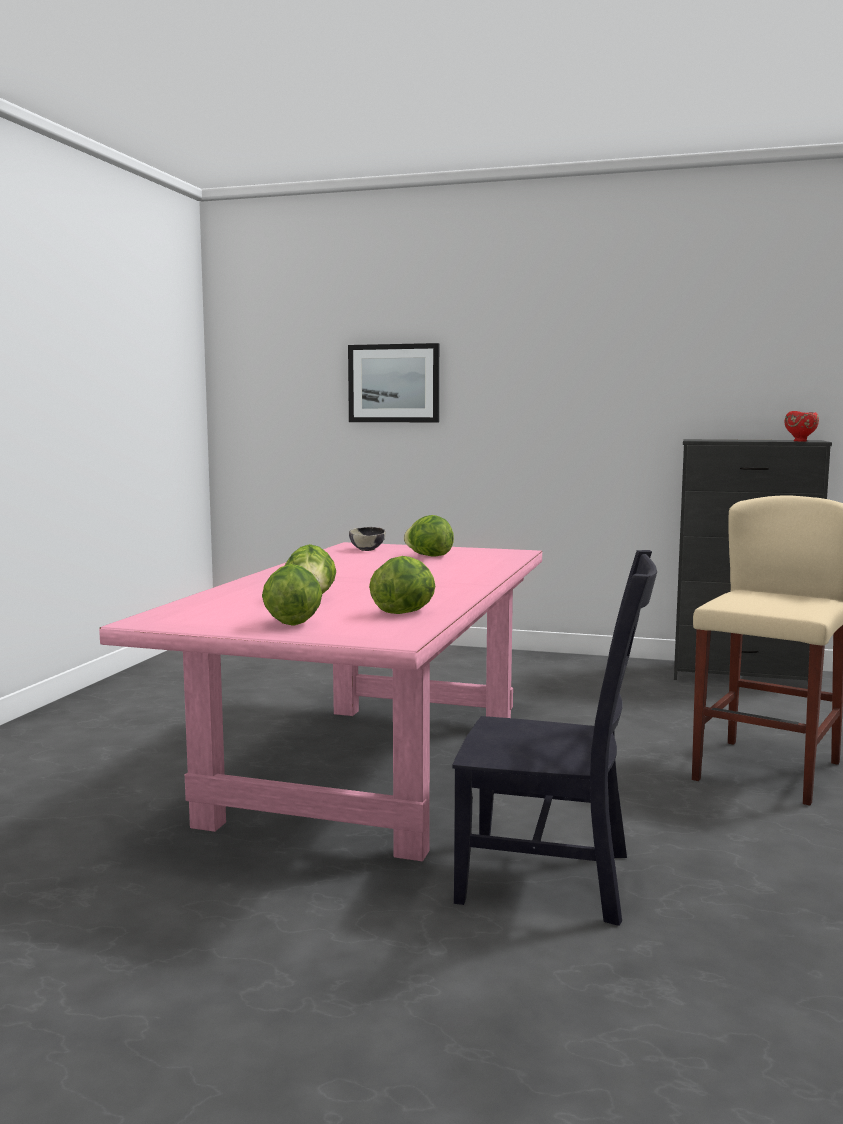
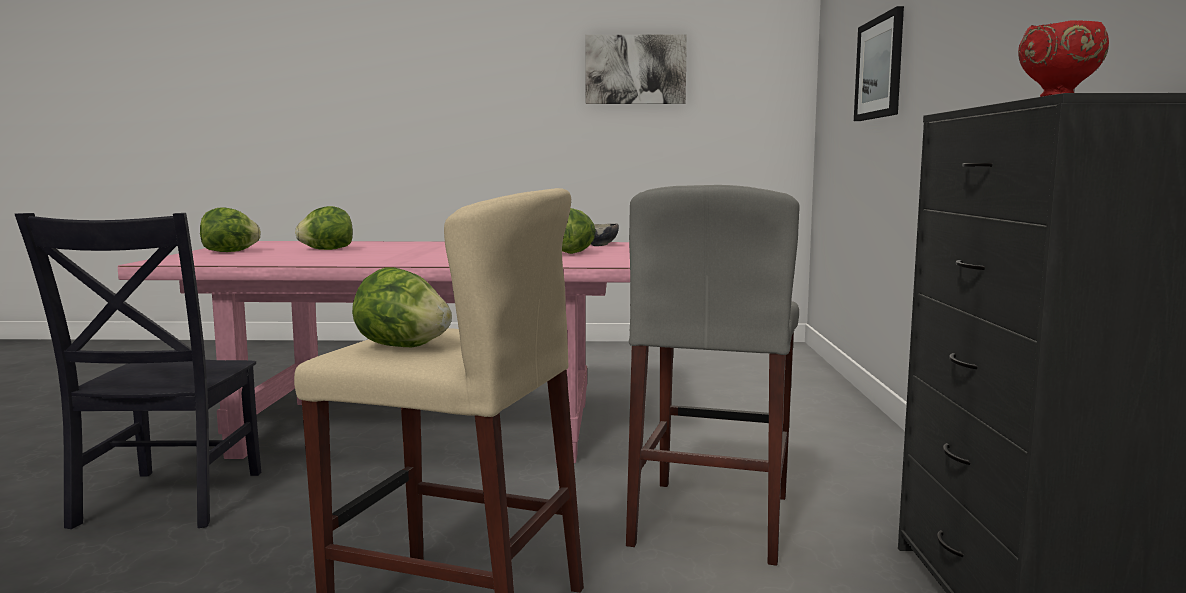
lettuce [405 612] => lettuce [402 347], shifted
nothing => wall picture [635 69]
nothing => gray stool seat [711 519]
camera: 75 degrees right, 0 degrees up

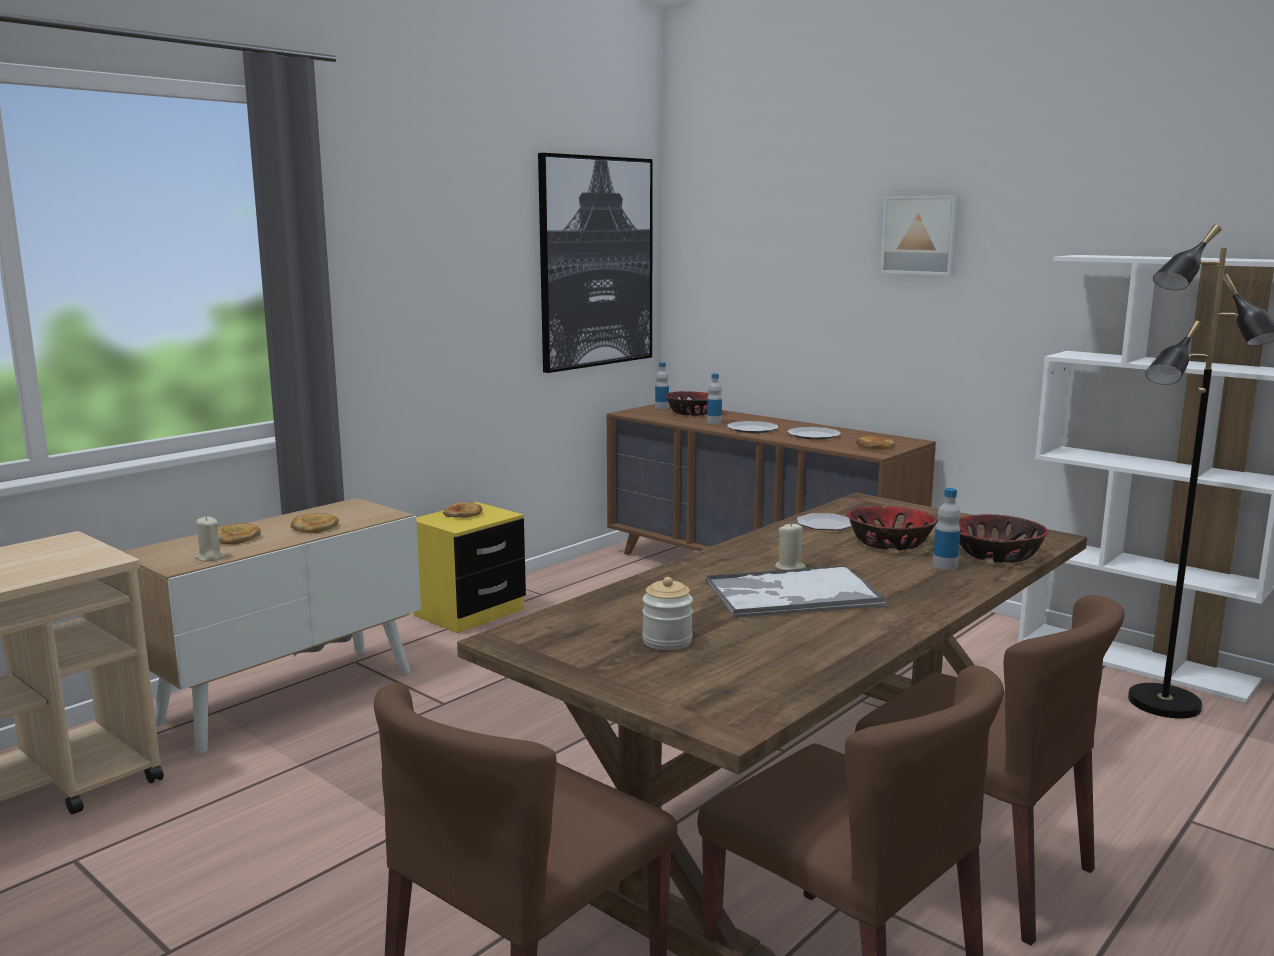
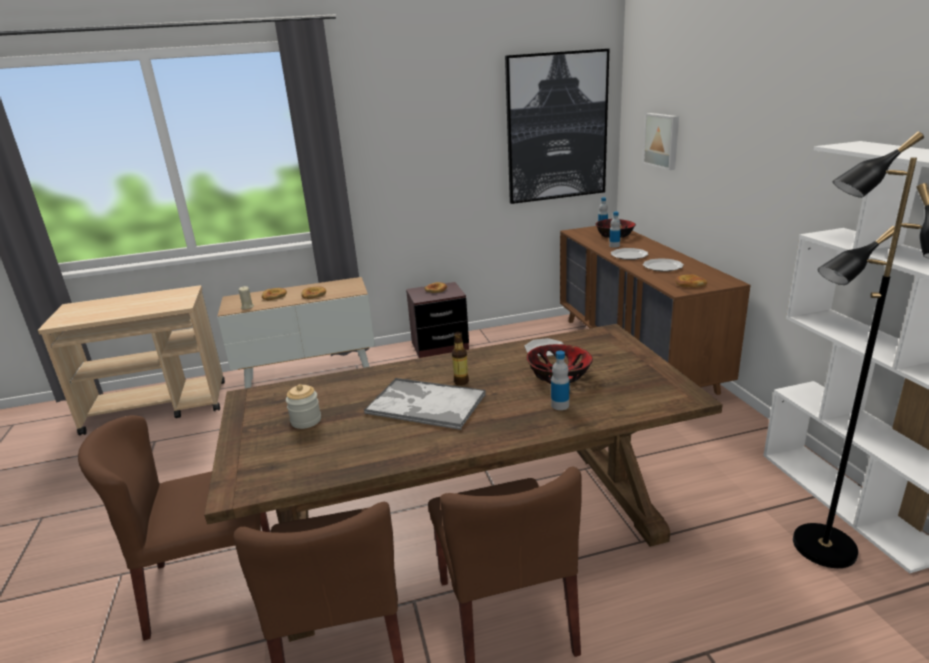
wall picture [920 235] => wall picture [662 140], shifted
yellow bedside table [470 613] => brown-coloured bedside table [440 346]
serving bowl [996 555] => nothing
beige-coloured candle [790 567] => bottle [461 381]
camera: 35 degrees right, 10 degrees up

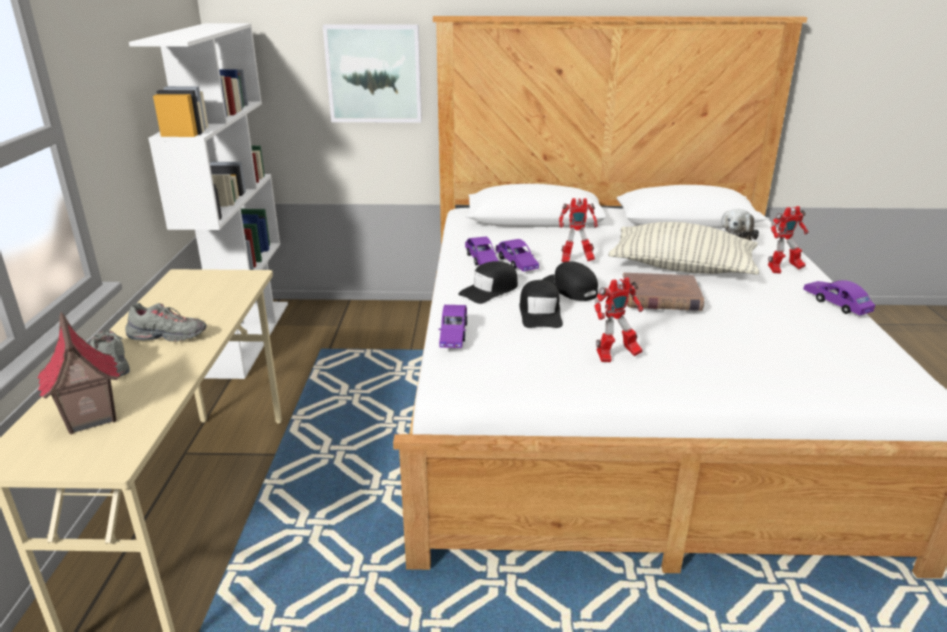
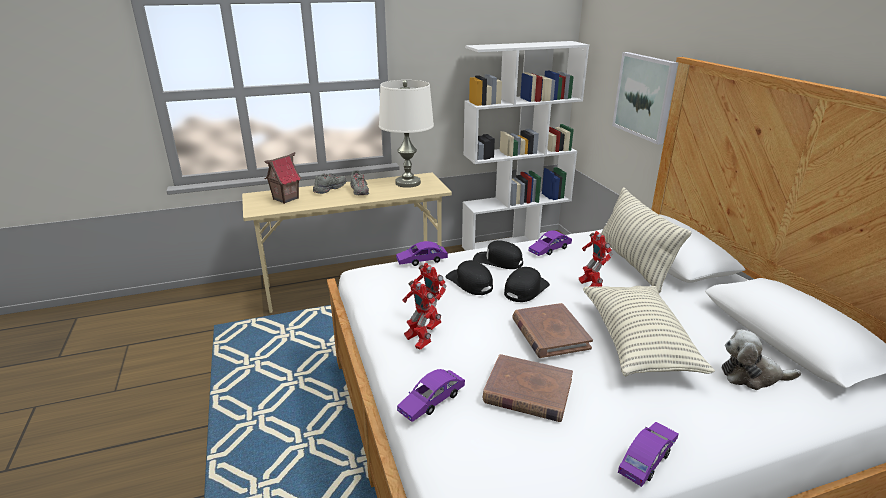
robot figure [782 270] => robot figure [417 341], shifted
purple miniature car [516 263] => purple miniature car [432 401], shifted
black-coloured baseball cap [540 313] => black-coloured baseball cap [469 283], 75 degrees clockwise
nothing => white tabletop lamp [408 183]
nothing => pillow [633 263]
nothing => brown-coloured book [527 391]
camera: 70 degrees right, 0 degrees up

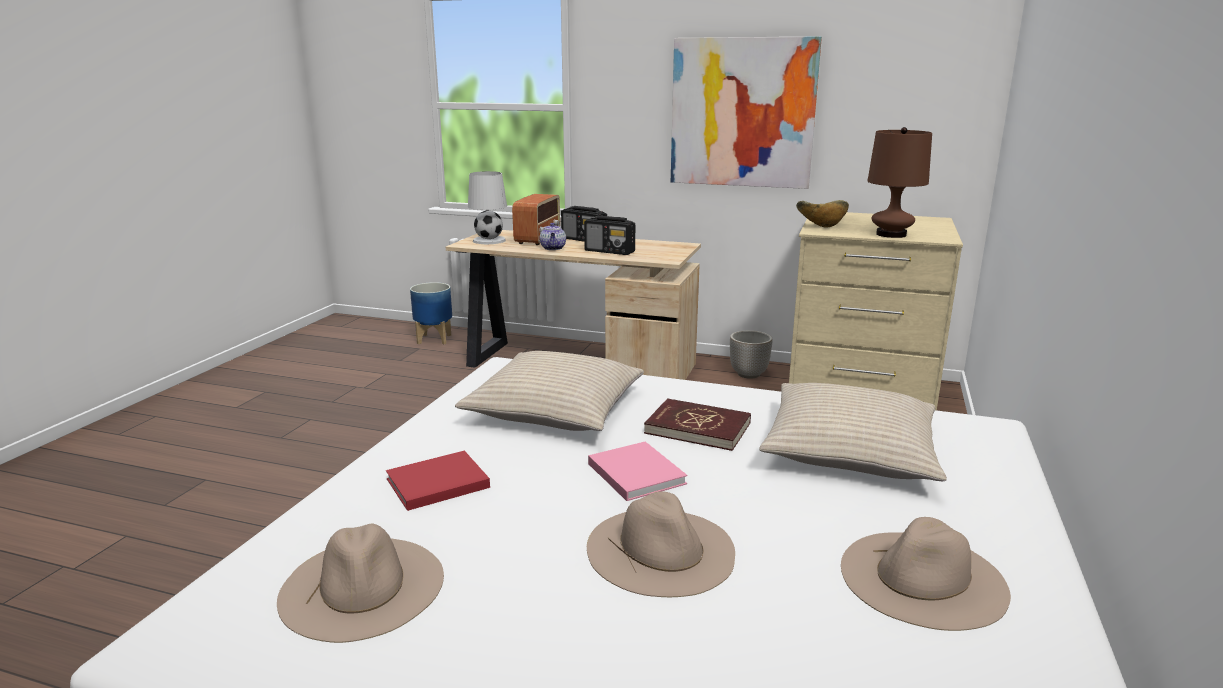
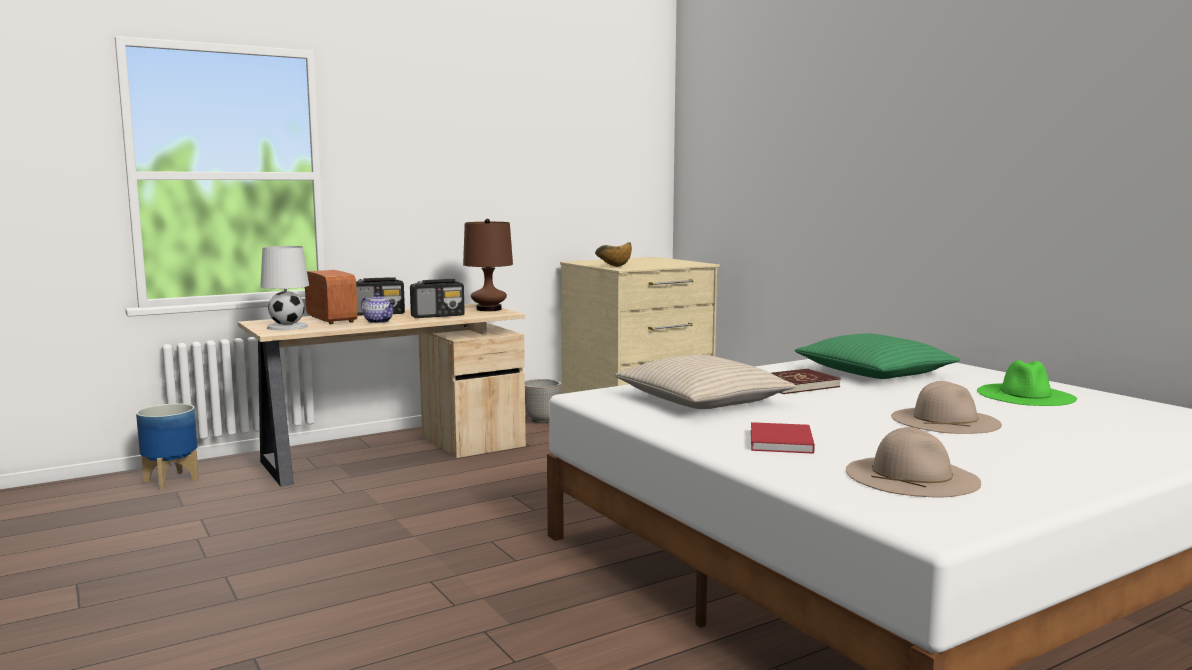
wall picture [742 113] => nothing
brown-coloured tabletop lamp [891 234] => brown-coloured tabletop lamp [489 309], shifted
beige-coloured pillow [850 450] => green pillow [874 372]
pinkish book [635 472] => nothing
beige-coloured wearable hat [923 578] => green wearable hat [1026 395]
camera: 50 degrees left, 10 degrees down

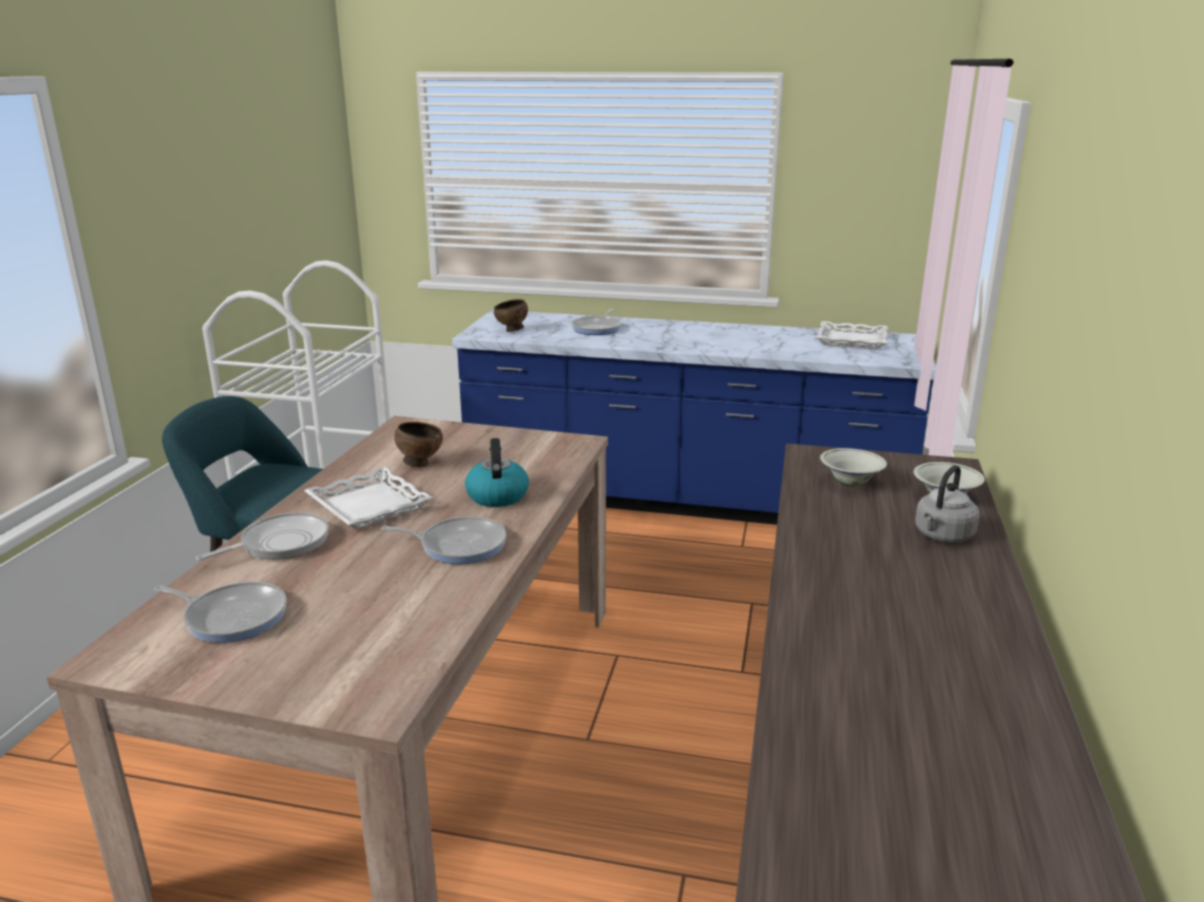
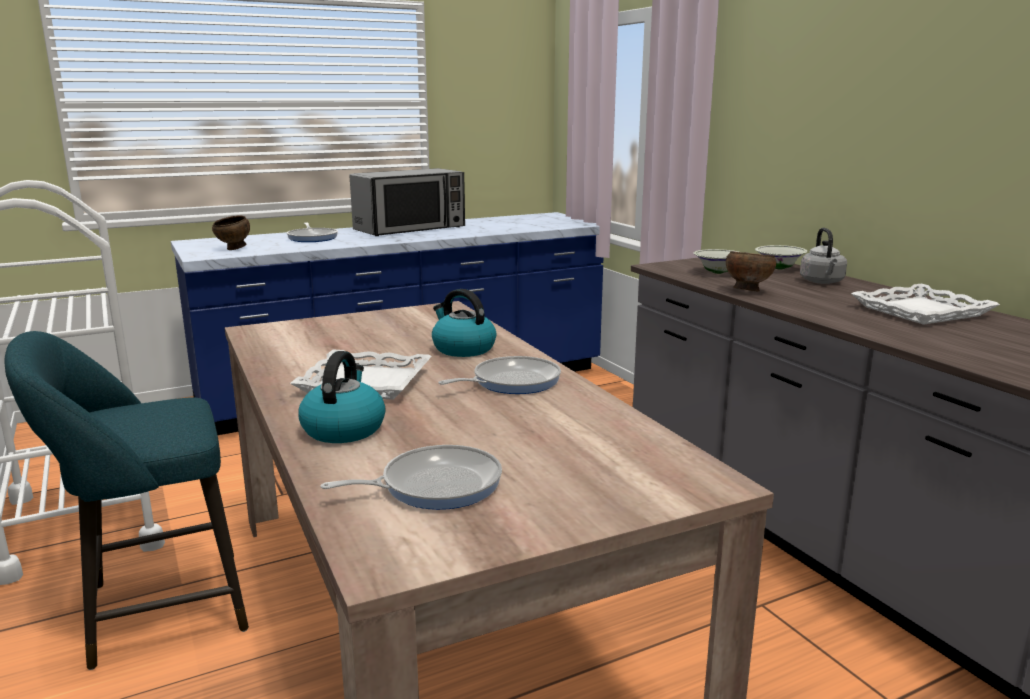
white serving tray [852 340] => white serving tray [920 311], shifted
brown-coloured serving bowl [420 464] => brown-coloured serving bowl [746 291], shifted
frying pan [280 544] => kettle [343 429]
nothing => microwave [410 229]
camera: 40 degrees left, 5 degrees down

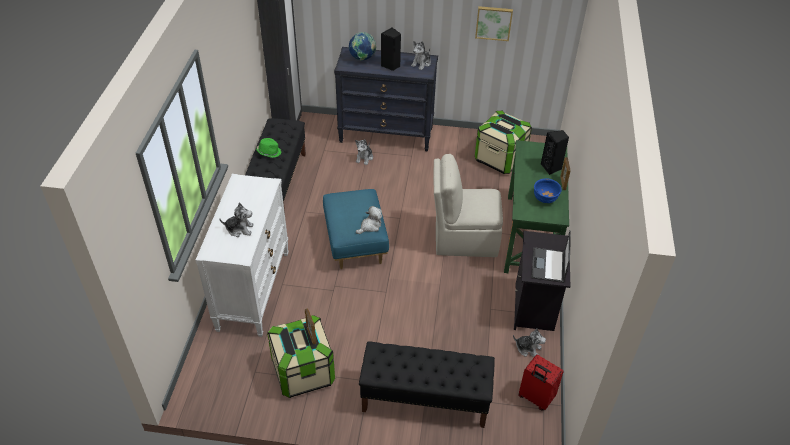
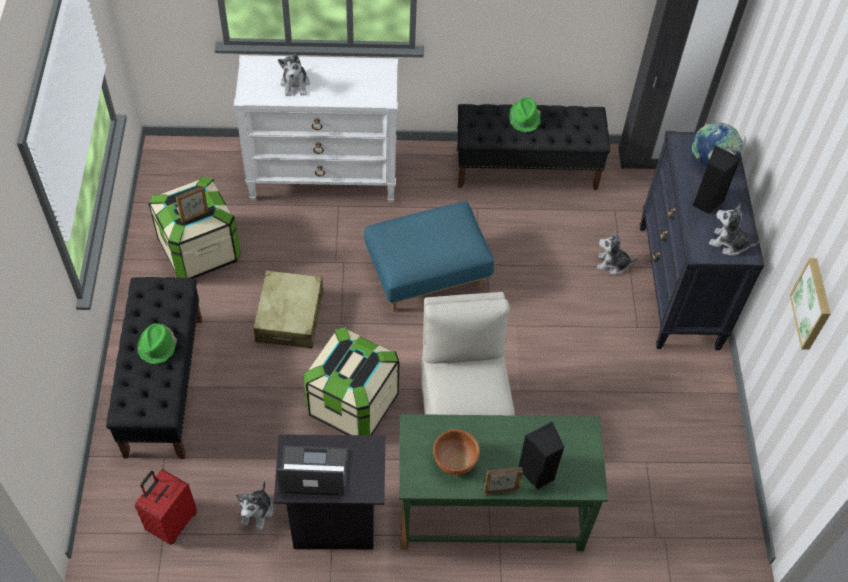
storage bin [500 159] => storage bin [352 403], shifted
bluish serving bowl [545 199] => brown-coloured serving bowl [454 461]
cuddly toy [370 226] => nothing
nothing => beige-coloured suitcase [290 316]
nothing => green wearable hat [158 346]
camera: 80 degrees right, 10 degrees up

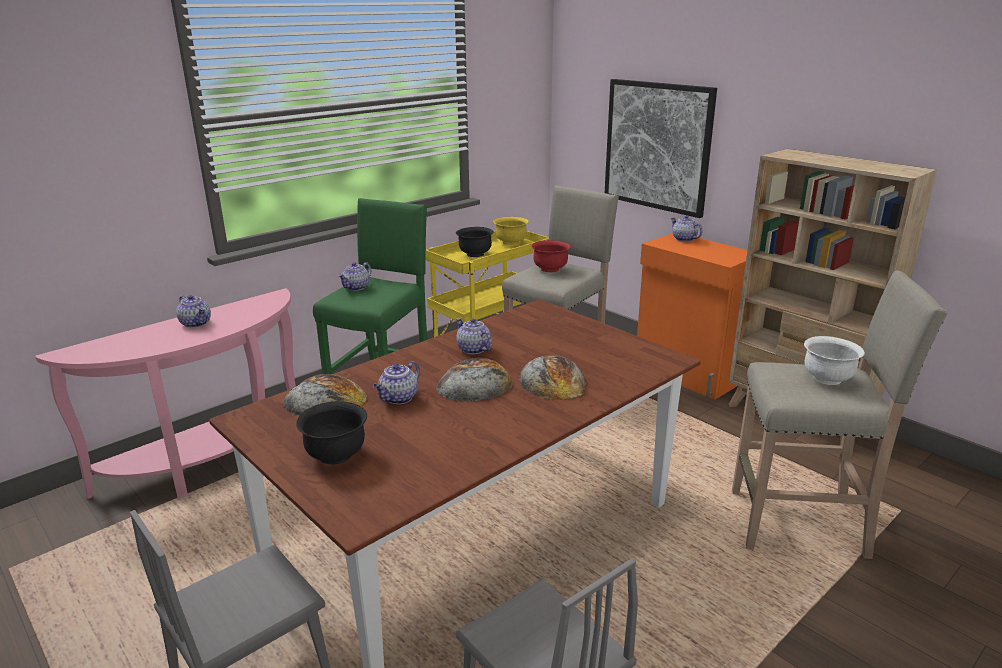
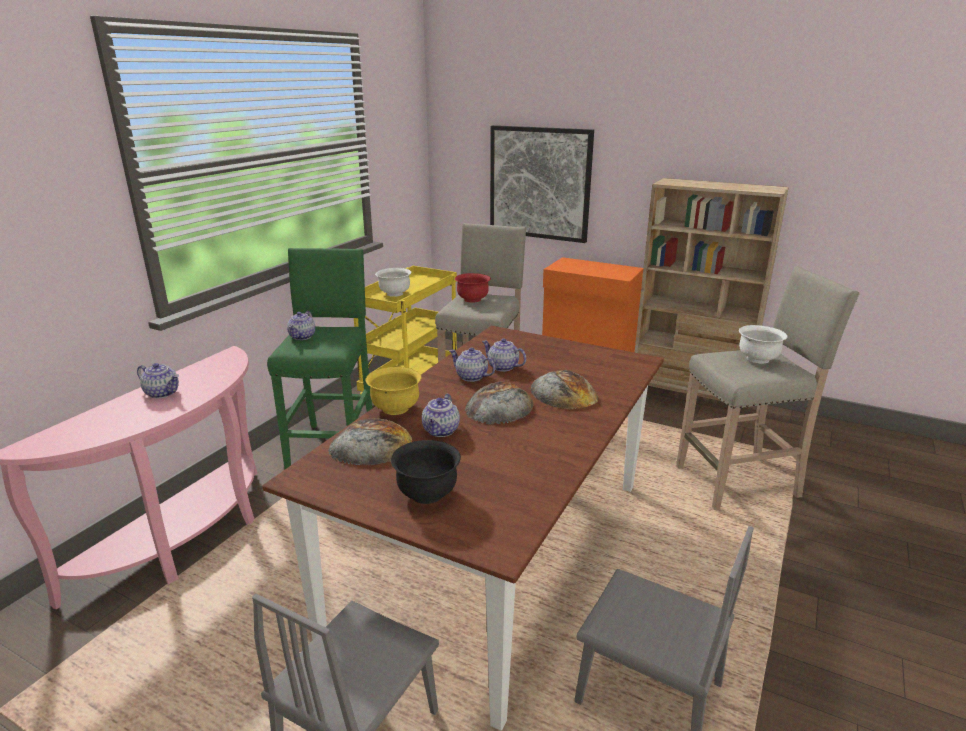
teapot [683 239] => teapot [502 367], shifted
yellow serving bowl [511 242] => yellow serving bowl [395 408], shifted
black-coloured serving bowl [475 254] => white serving bowl [394 294]
camera: 20 degrees left, 0 degrees up

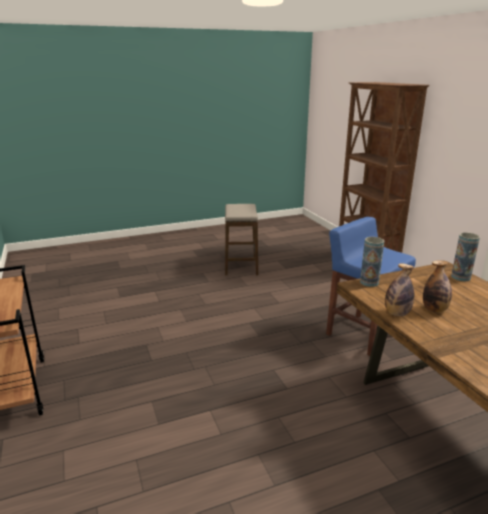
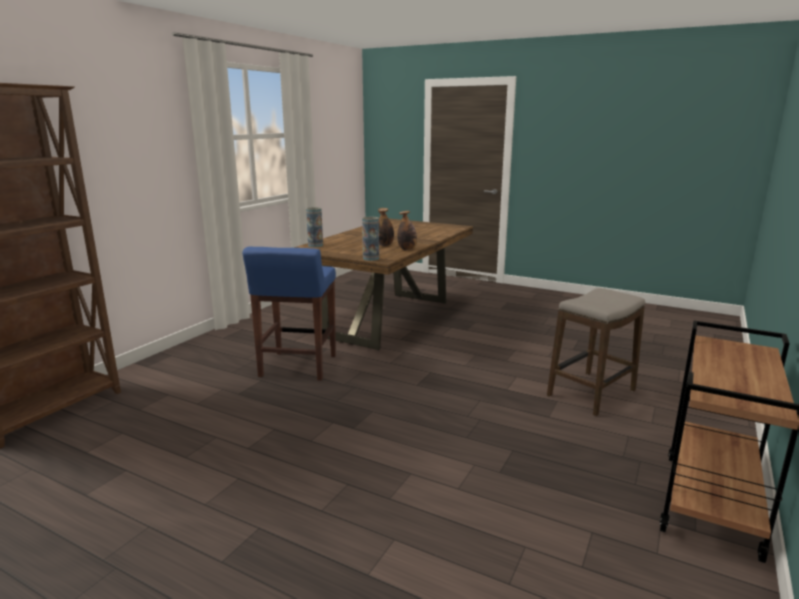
stool seat [240 266] => stool seat [592 393], shifted
camera: 130 degrees left, 5 degrees down

